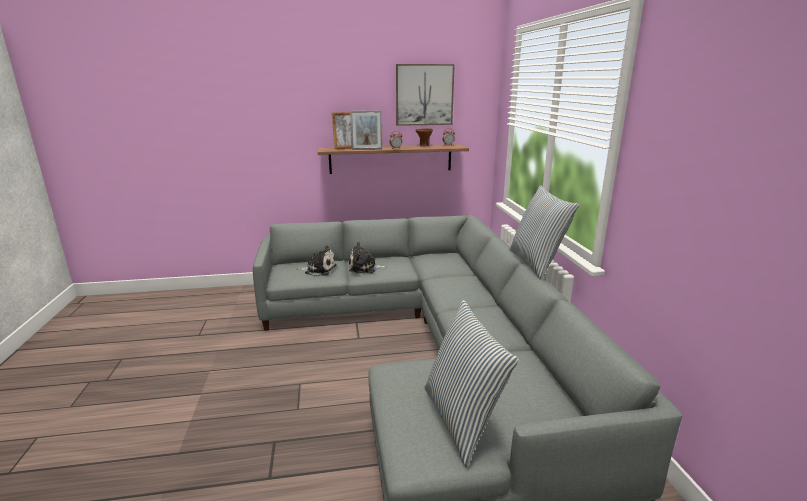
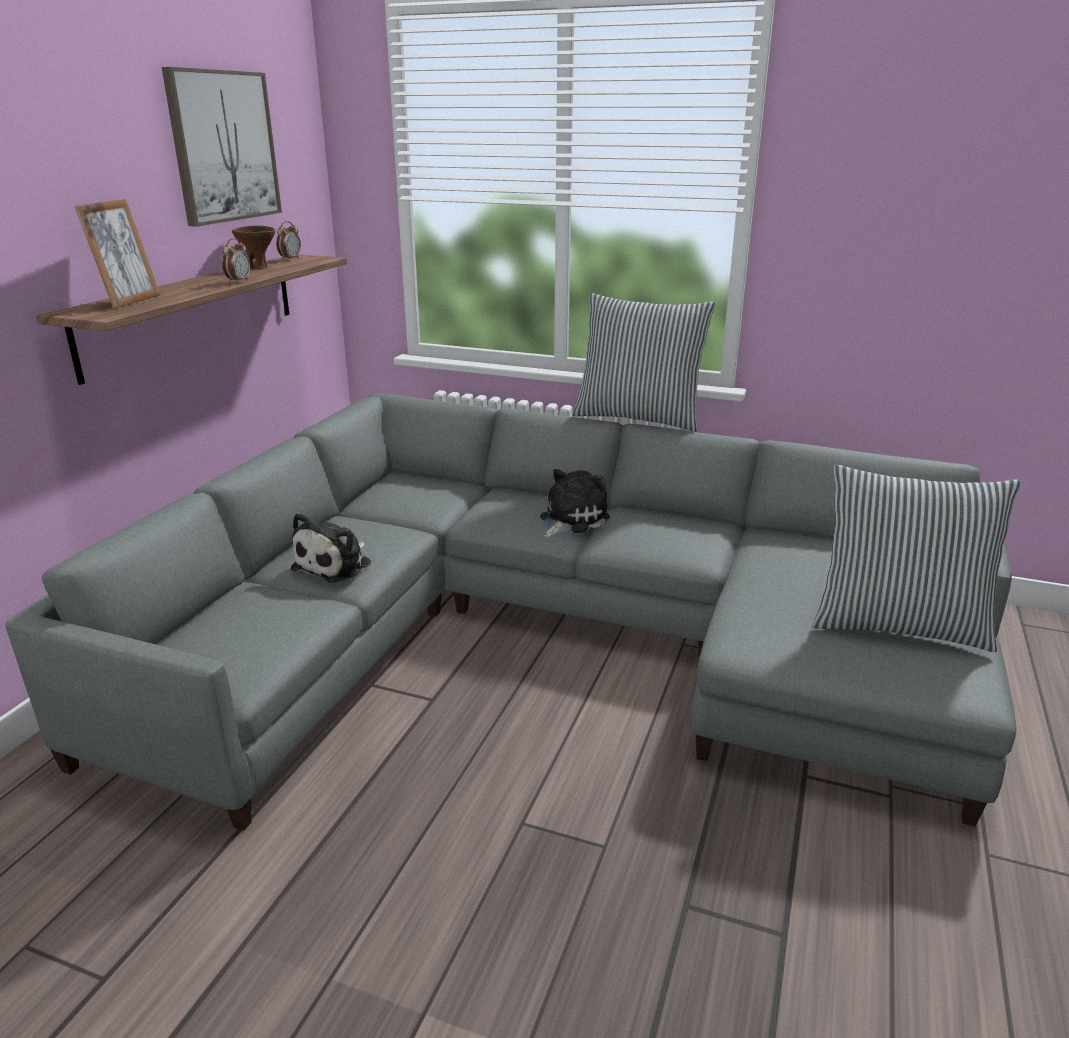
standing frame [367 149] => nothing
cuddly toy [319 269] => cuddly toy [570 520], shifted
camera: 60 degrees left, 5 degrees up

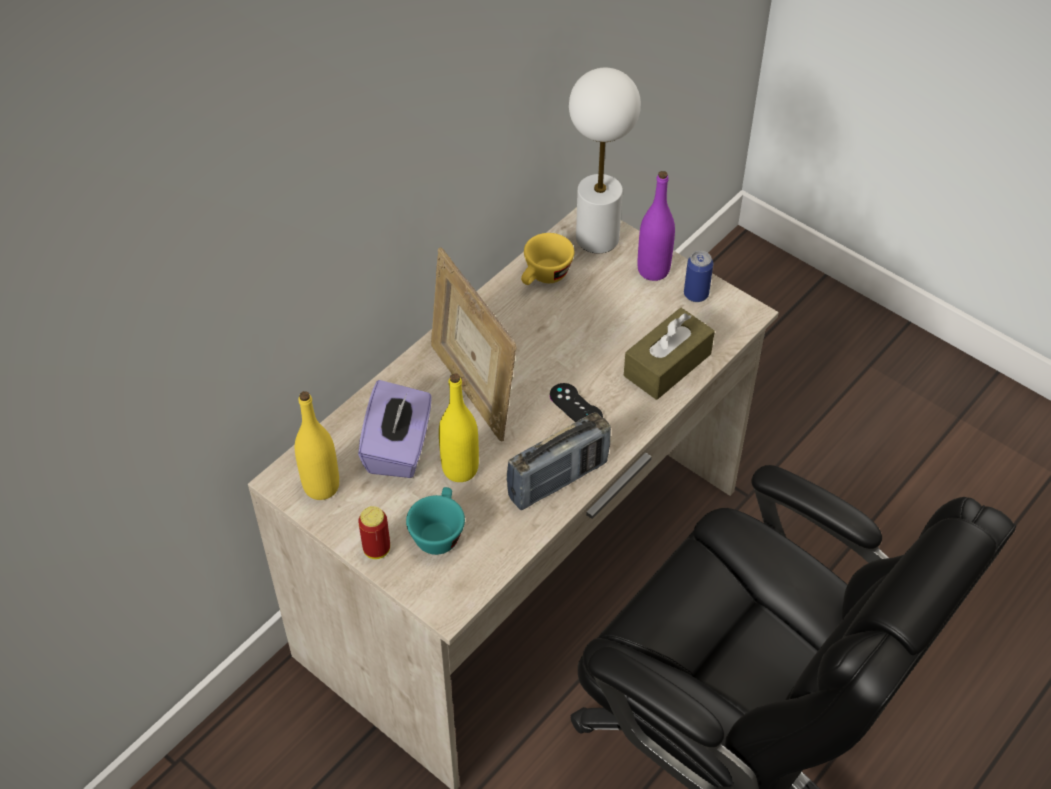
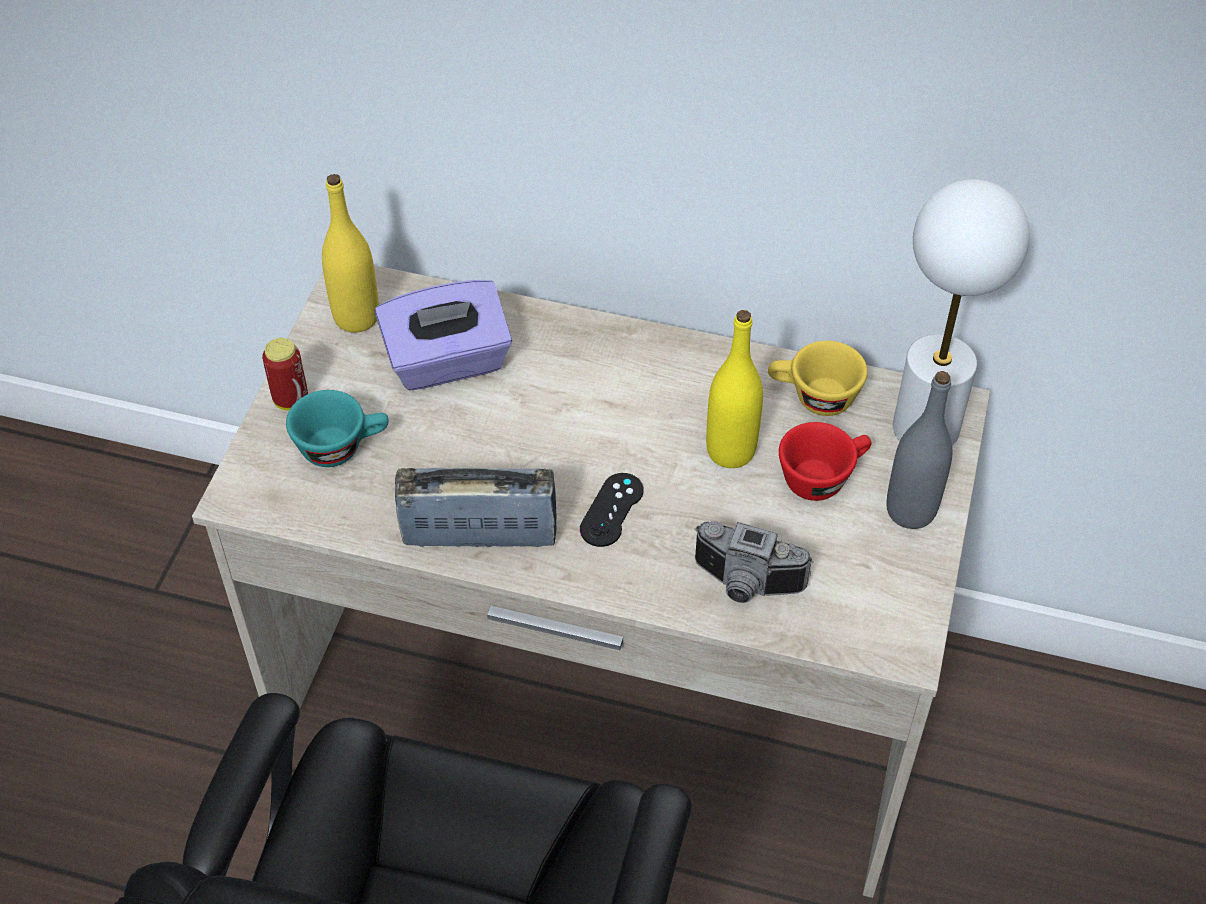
purple bottle [653 270] => gray bottle [910 510]
standing frame [472 389] => nothing
sealed can [696 294] => nothing
brown-coloured box of tissues [667 365] => still camera [745 586]
yellow bottle [460 469] => yellow bottle [730 451], shifted
radio receiver [558 480] => radio receiver [479 535], 150 degrees clockwise
nothing => reddish drinking cup [822 477]
camera: 65 degrees right, 0 degrees up

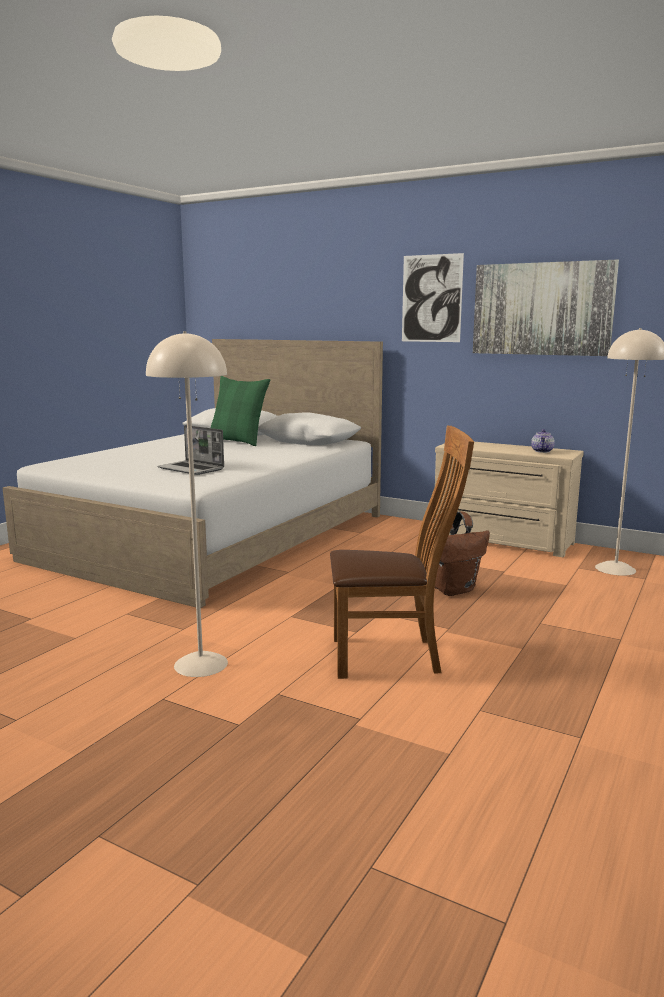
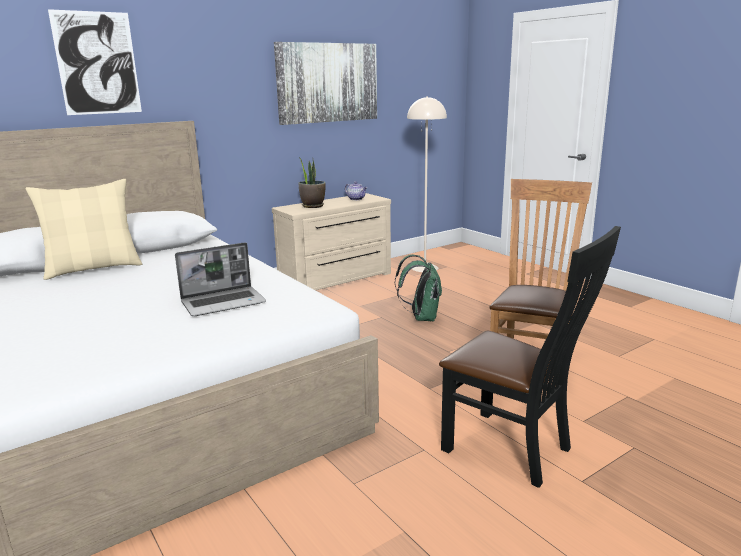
wall picture [431 298] => wall picture [97 63], shifted
beige-coloured standard lamp [200 664] => black-coloured plain chair [514 450]
green pillow [238 441] => beige-coloured pillow [93 268]
brown-coloured knapsack [452 589] => green knapsack [421 317]
nothing => potted plant [312 206]
camera: 65 degrees left, 5 degrees up

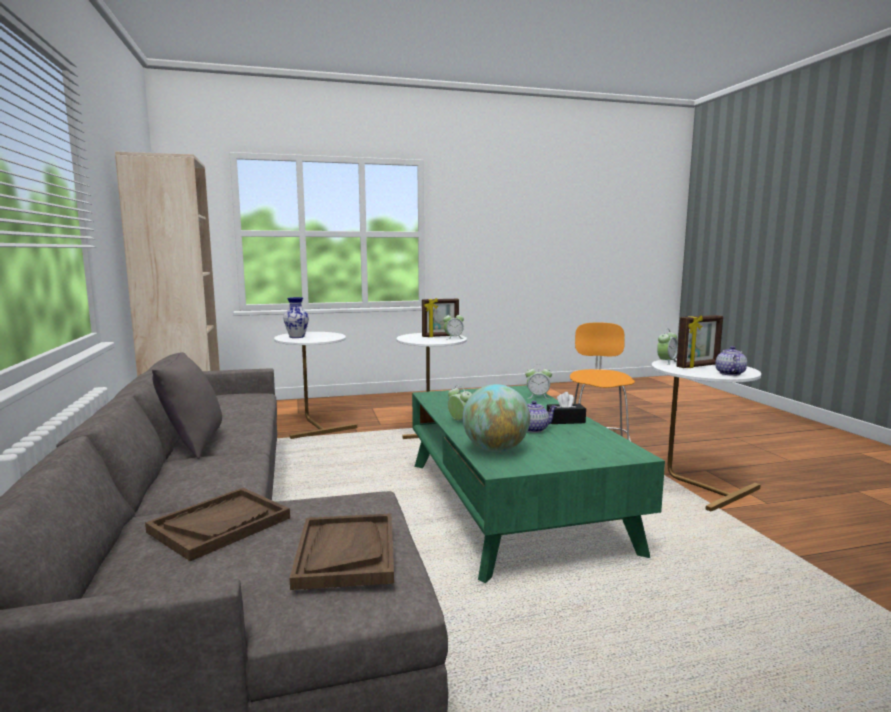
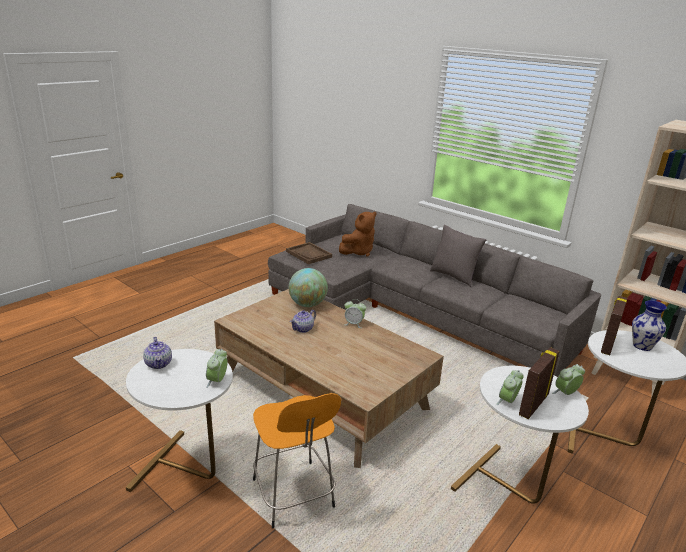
standing frame [698 366] => standing frame [607 344], shifted
table clock [538 397] => table clock [565 393], shifted
green lounge table [512 503] => brown-coloured lounge table [323 392]
black-coloured box of tissues [565 421] => nothing
brown-coloured serving tray [220 525] => brown-coloured cuddly toy [358 252]
camera: 145 degrees right, 15 degrees up

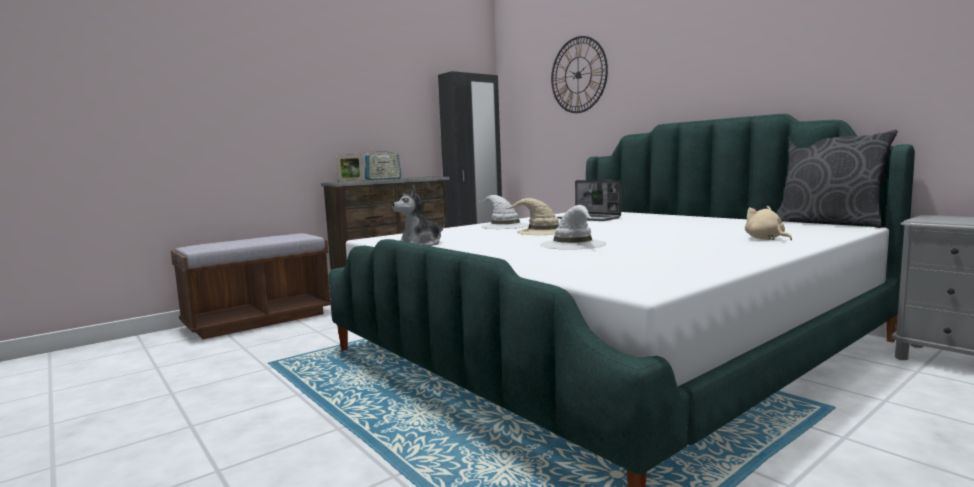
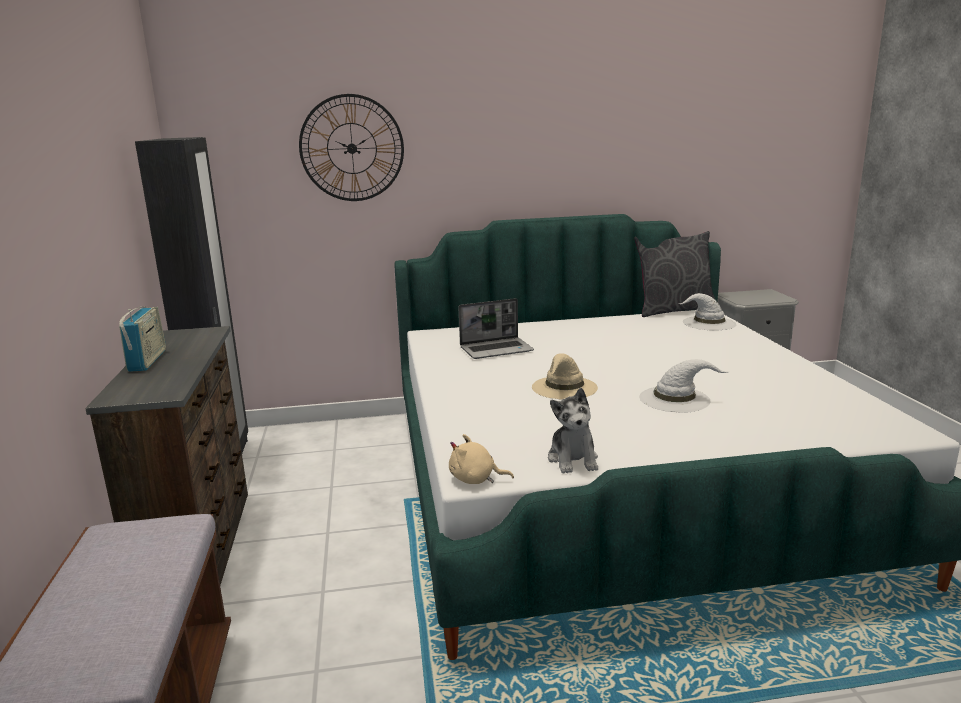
standing frame [351 181] => nothing
white wearable hat [504 226] => white wearable hat [708 323], shifted
beige-coloured cuddly toy [765 239] => beige-coloured cuddly toy [475 479], shifted
camera: 60 degrees left, 10 degrees up

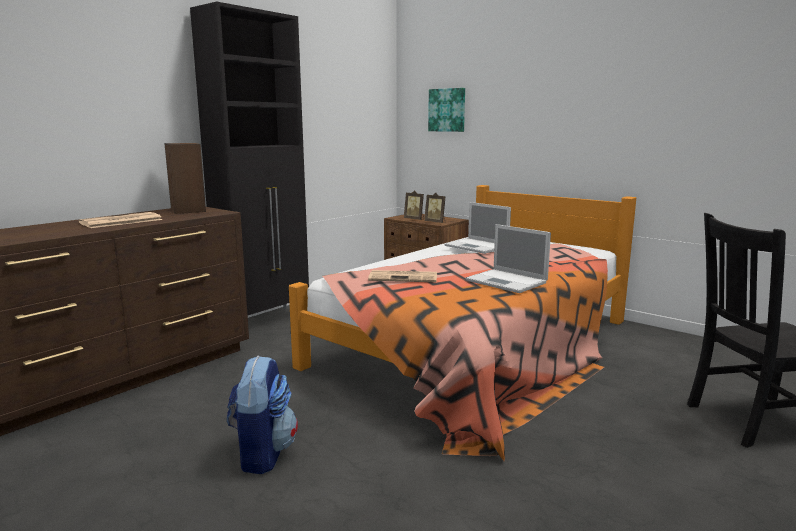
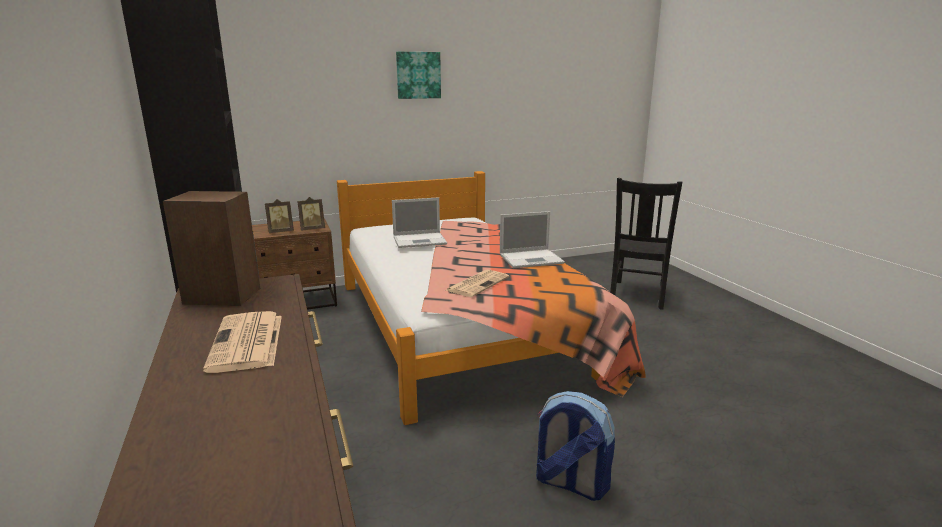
wall picture [447 110] => wall picture [418 75], shifted
camera: 60 degrees left, 5 degrees up

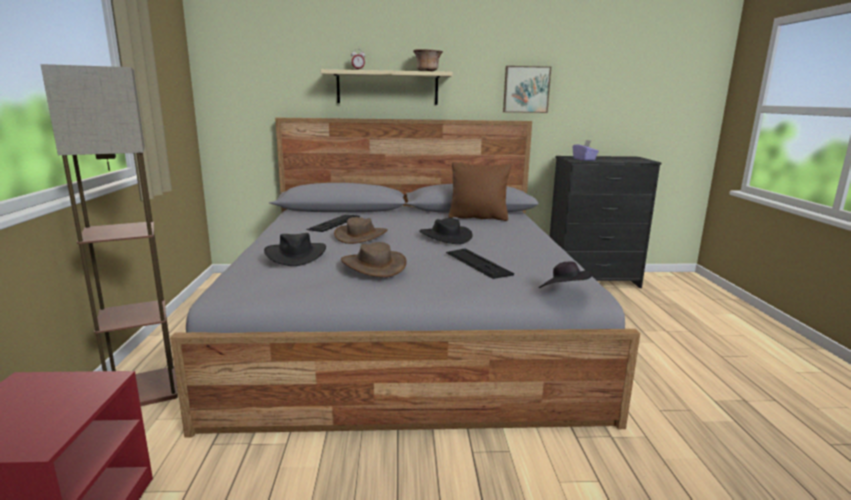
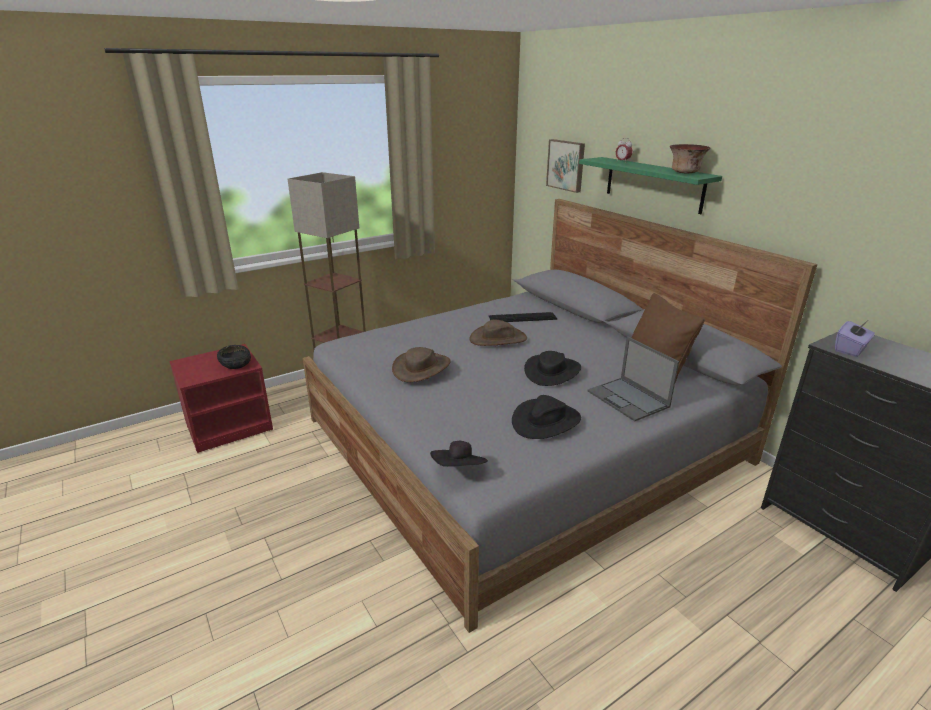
wall picture [526 89] => wall picture [566 165], shifted
beige-coloured shelf [387 88] => green shelf [653 184]
black-coloured wearable hat [295 255] => black-coloured wearable hat [546 421], shifted
computer keyboard [477 263] => nothing
nothing => laptop [629 399]
nothing => black-coloured serving bowl [236 364]
camera: 60 degrees right, 10 degrees up

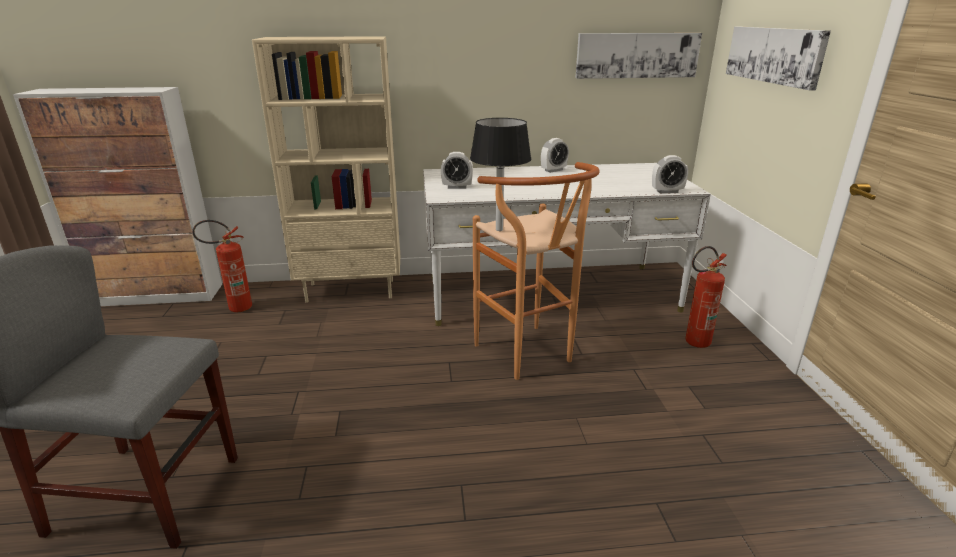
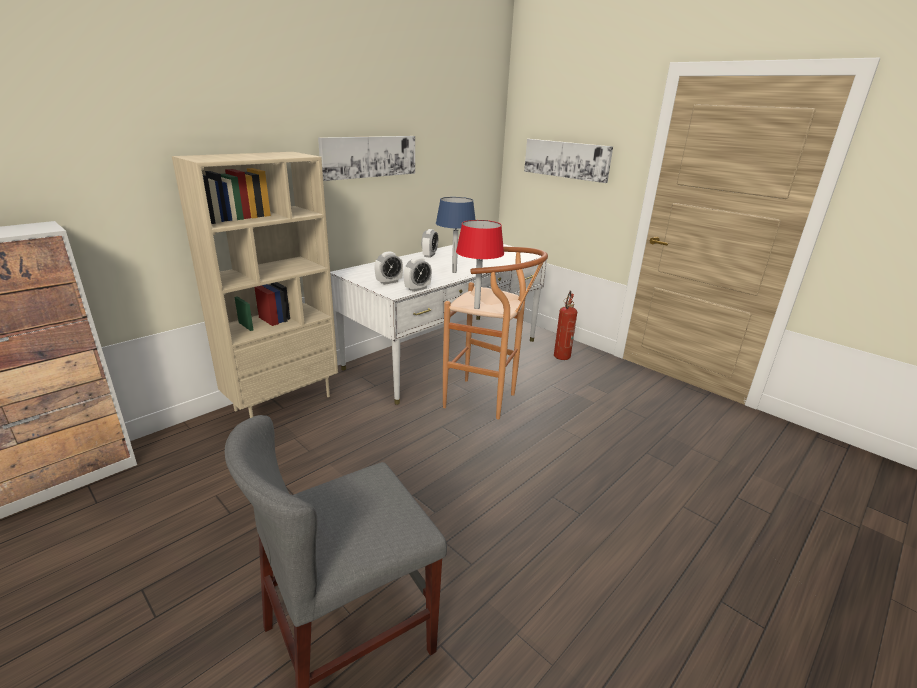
wall picture [637 55] => wall picture [369 156], shifted
black-coloured tabletop lamp [499 229] => reddish tabletop lamp [476 308]
table clock [667 191] => table clock [417 288], shifted
fire extinguisher [234 309] => nothing
nothing => bluish tabletop lamp [454 272]
camera: 40 degrees left, 0 degrees up

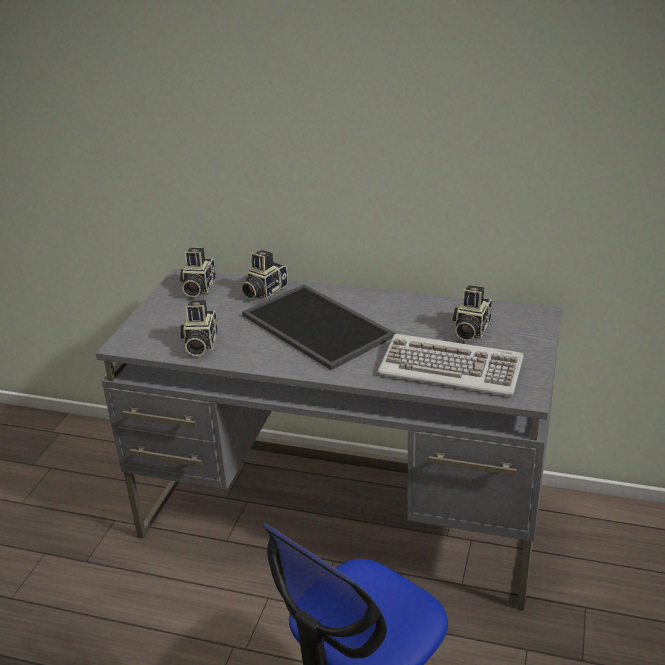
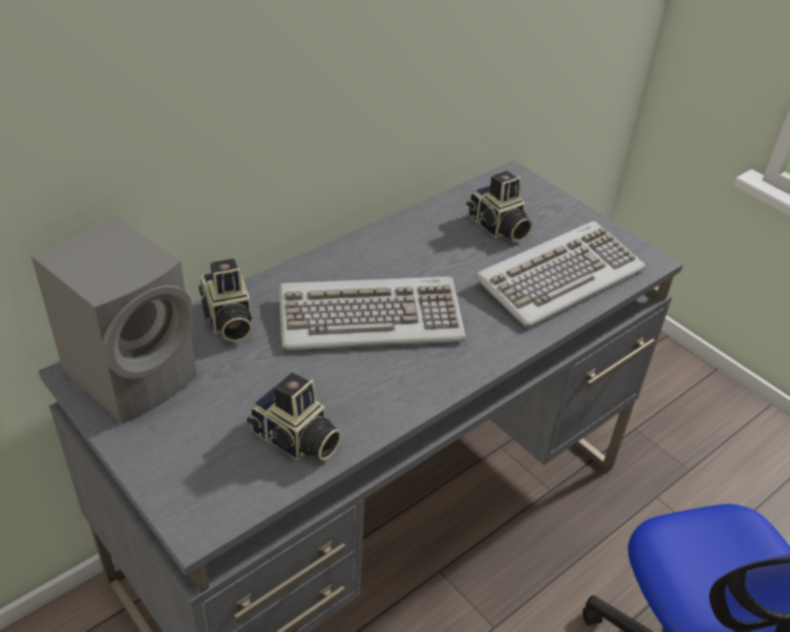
still camera [197 288] => gray audio speaker [135 373]
serving tray [319 325] => computer keyboard [370 317]
camera: 60 degrees left, 10 degrees up

